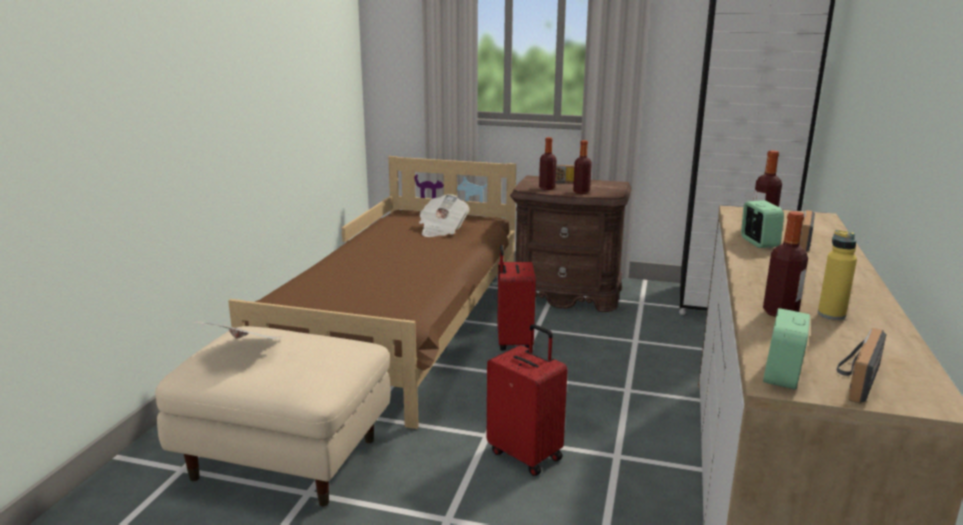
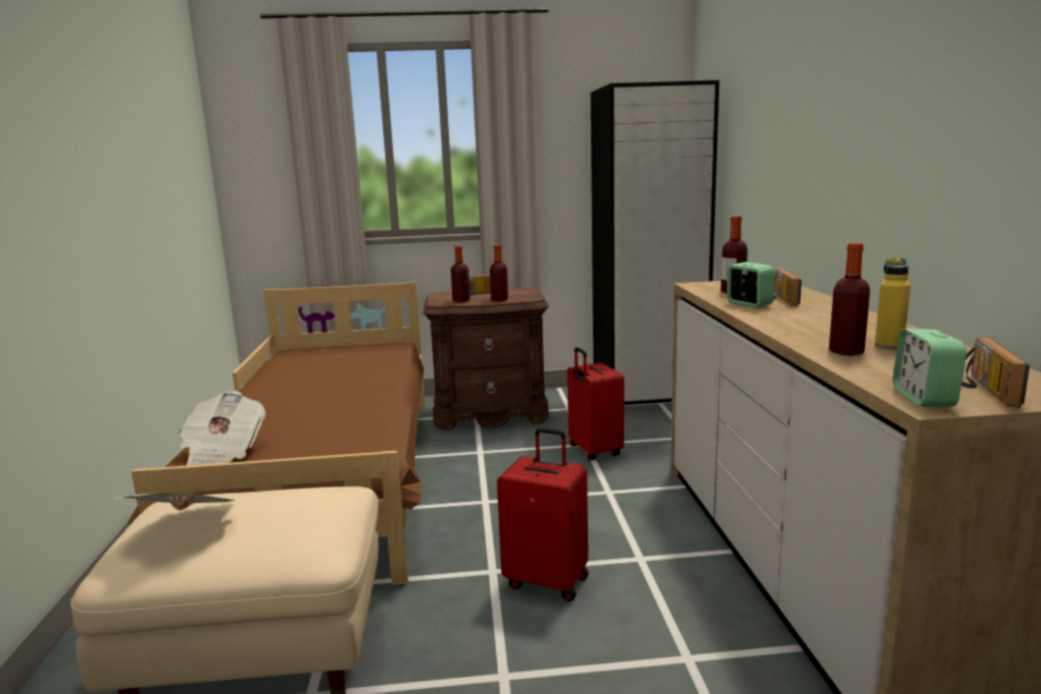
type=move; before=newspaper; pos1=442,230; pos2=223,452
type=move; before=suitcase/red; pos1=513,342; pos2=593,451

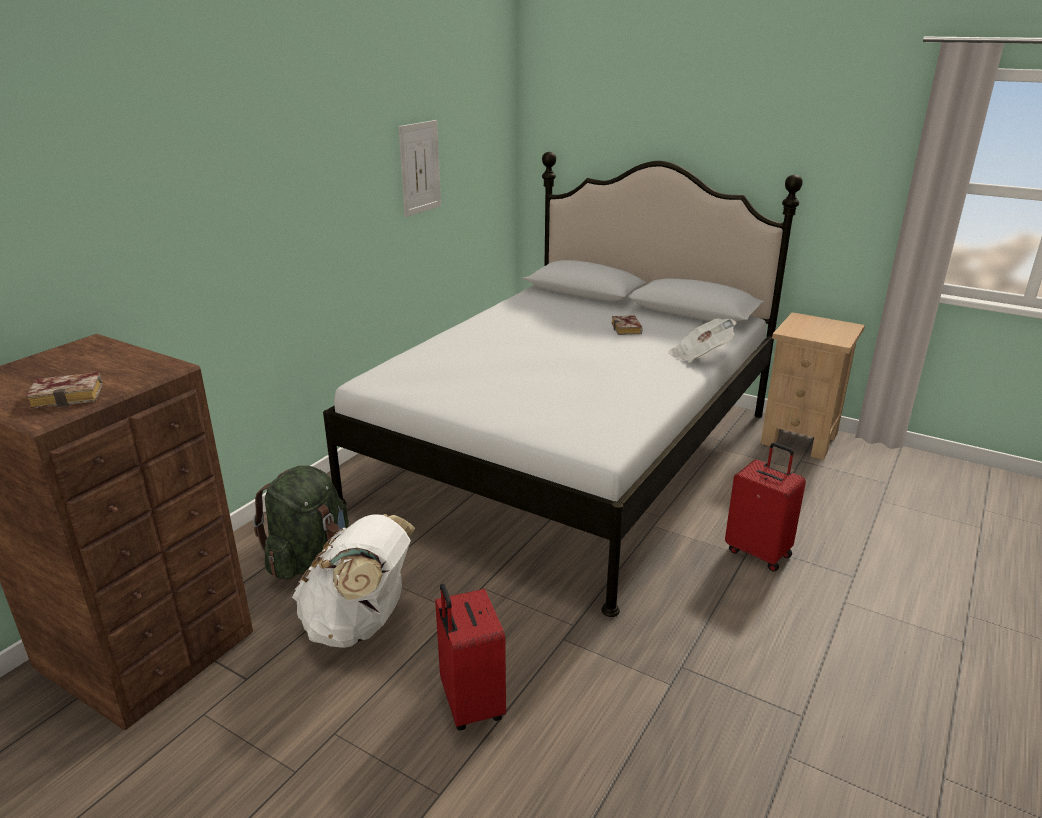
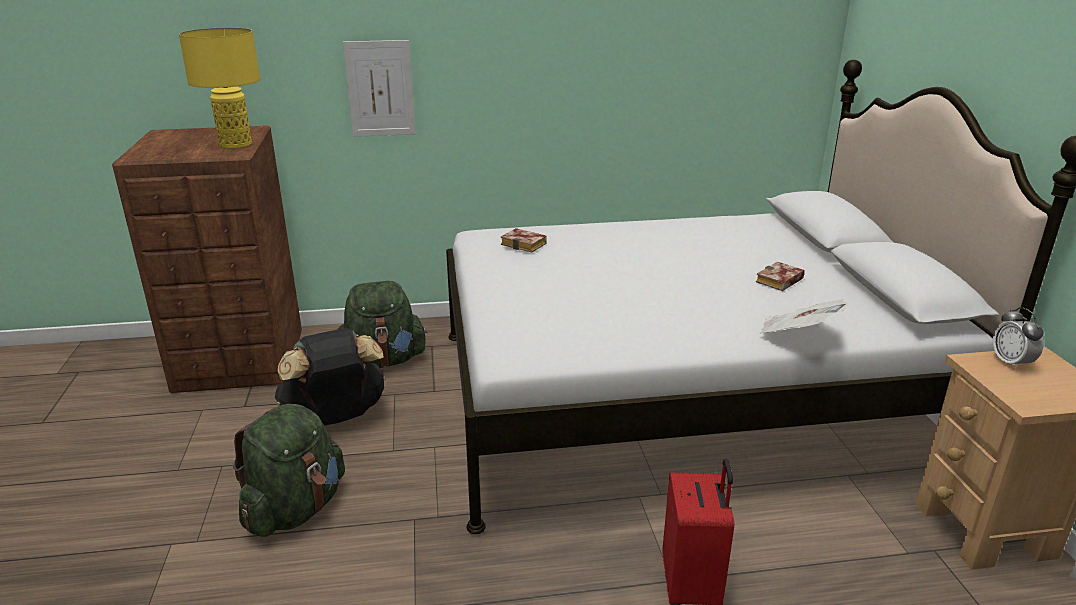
type=insert; after=table lamp/yellow; pos2=235,144
type=insert; after=alarm clock; pos2=1011,363
type=move; before=book; pos1=71,395; pos2=525,244
type=move; before=picture; pos1=420,168; pos2=380,89
type=replace; before=suitcase/red; after=backpack/green; pos1=469,704; pos2=296,509
type=recolor; before=backpack/white; after=backpack/black; pos1=360,624; pos2=336,417

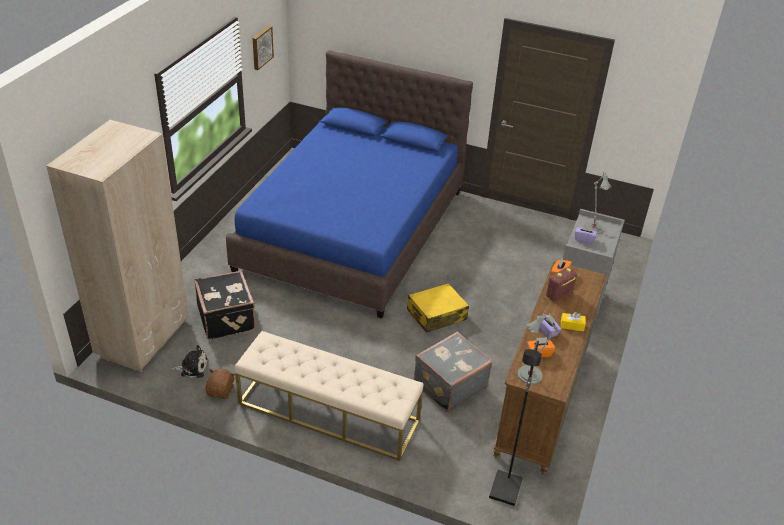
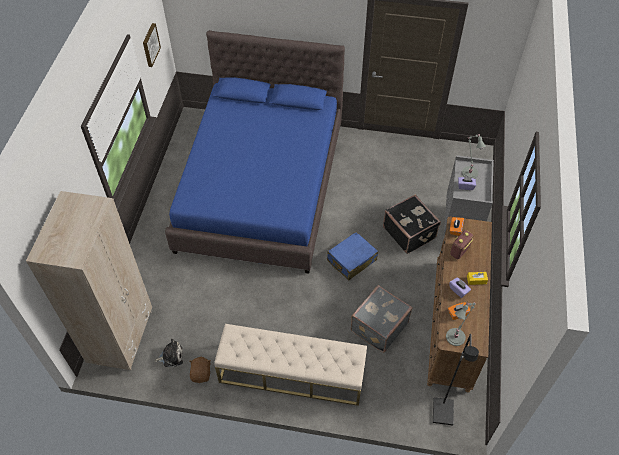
type=move; before=suitcase/black; pos1=227,318; pos2=409,232
type=recolor; before=suitcase/yellow; after=suitcase/blue; pos1=436,315; pos2=351,260

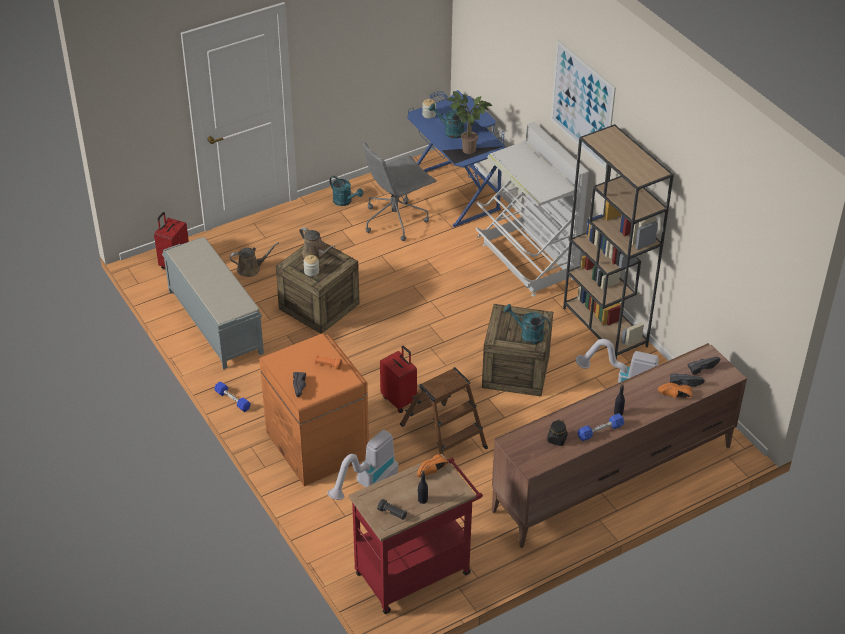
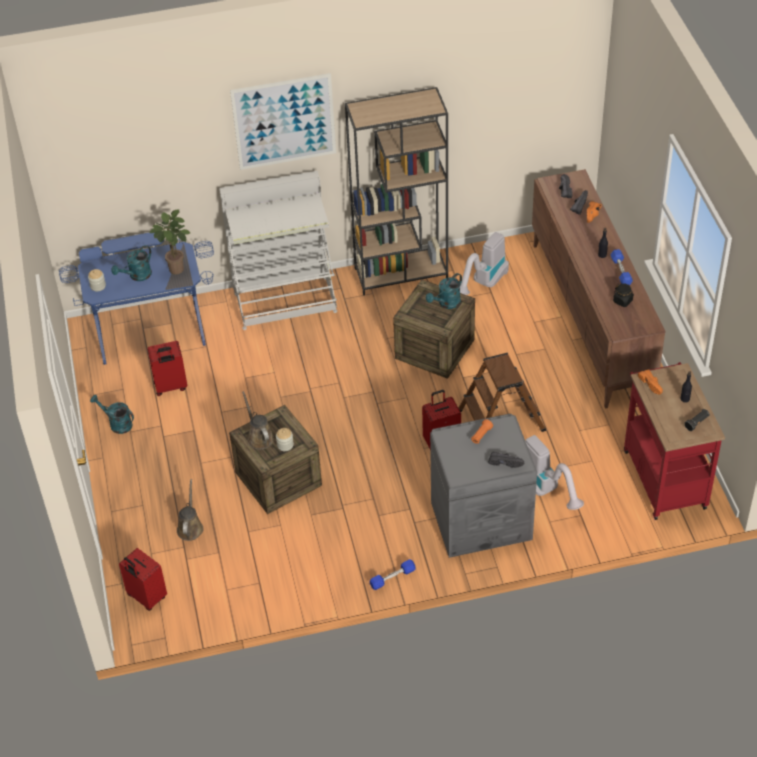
type=delete; before=bench/grey; pos1=214,321
type=replace; before=office chair/grey; after=suitcase/red; pos1=397,220; pos2=170,387
type=recolor; before=washing machine/orange; after=washing machine/grey; pos1=318,443; pos2=478,517
type=rotate; before=watering can/brown; pos1=315,254; pos2=259,437; turn=-90
type=rotate; before=watering can/turquoise; pos1=345,201; pos2=117,424; turn=-120

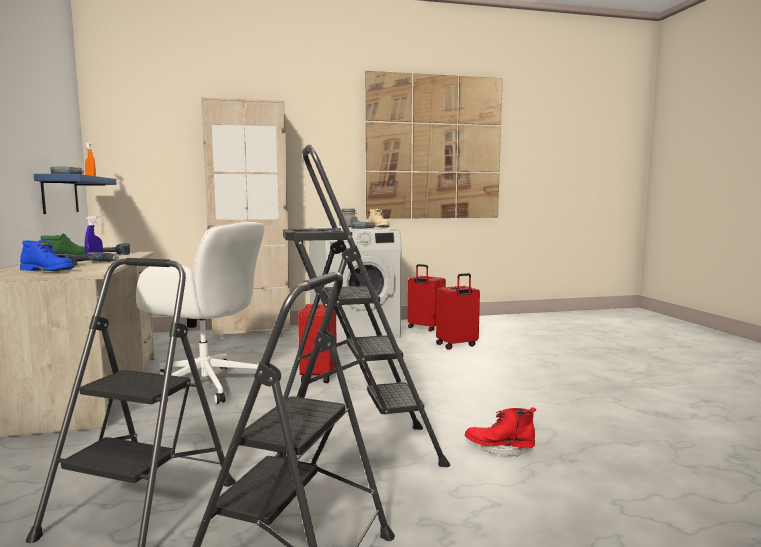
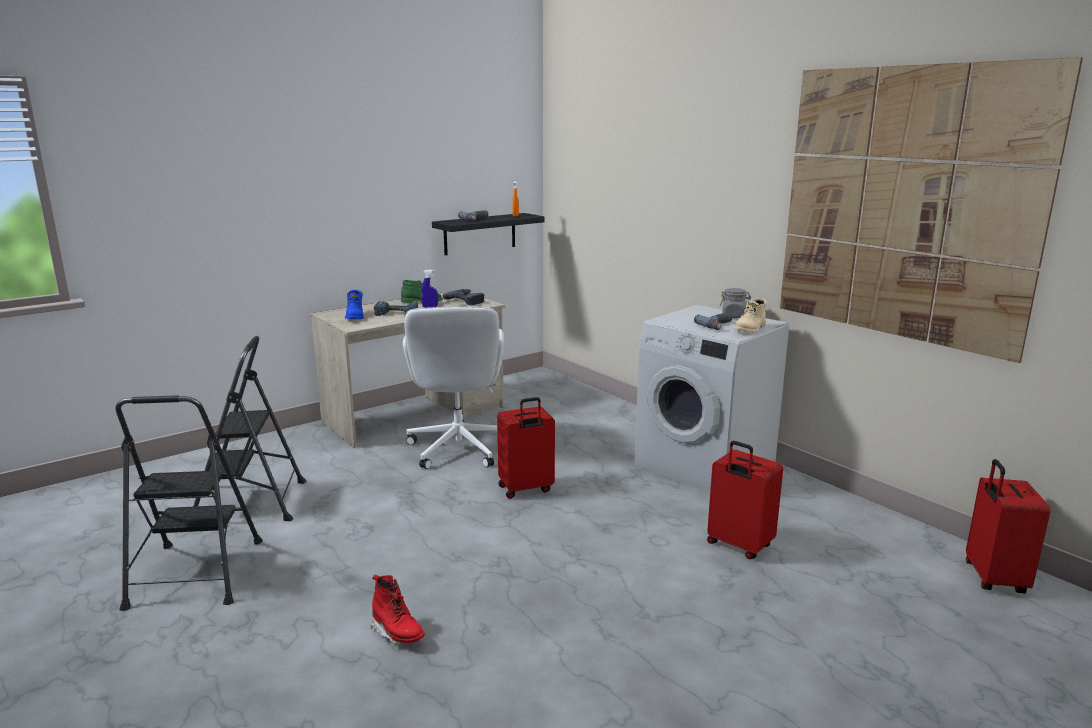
type=delete; before=cabinet/beige; pos1=253,333
type=delete; before=step ladder; pos1=351,454
type=move; before=suitcase/red; pos1=425,328; pos2=992,578
type=recolor; before=shelf/blue; after=shelf/black; pos1=60,194; pos2=480,234
type=rotate; before=boot/red; pos1=499,449; pos2=398,633; turn=150

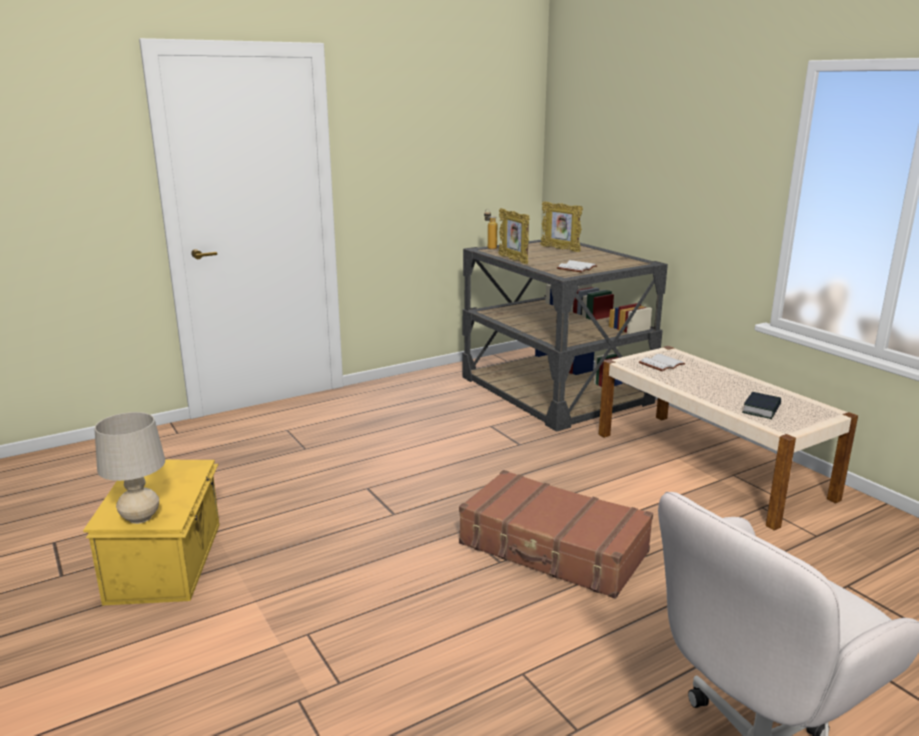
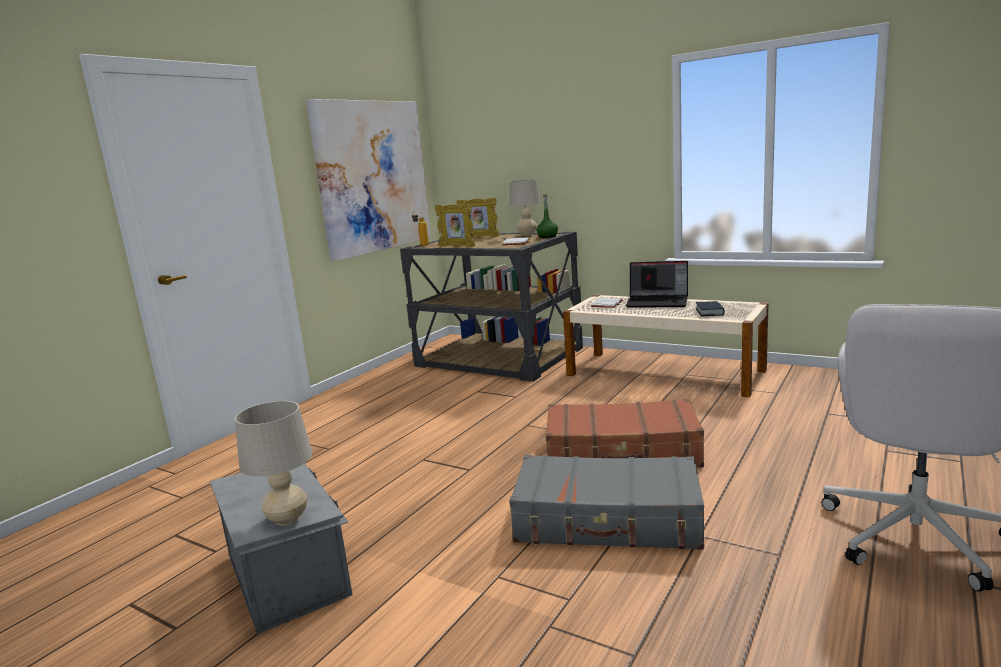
type=insert; after=picture; pos2=372,177
type=insert; after=table lamp/beige; pos2=527,235
type=insert; after=suitcase/grey; pos2=608,520
type=insert; after=bottle/green; pos2=547,237
type=insert; after=laptop; pos2=658,302
type=recolor; before=storage box/yellow; after=storage box/grey; pos1=168,561; pos2=289,573

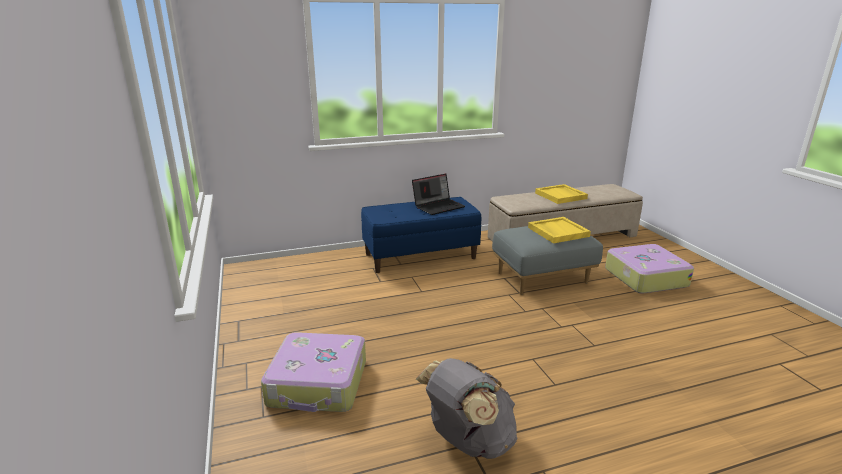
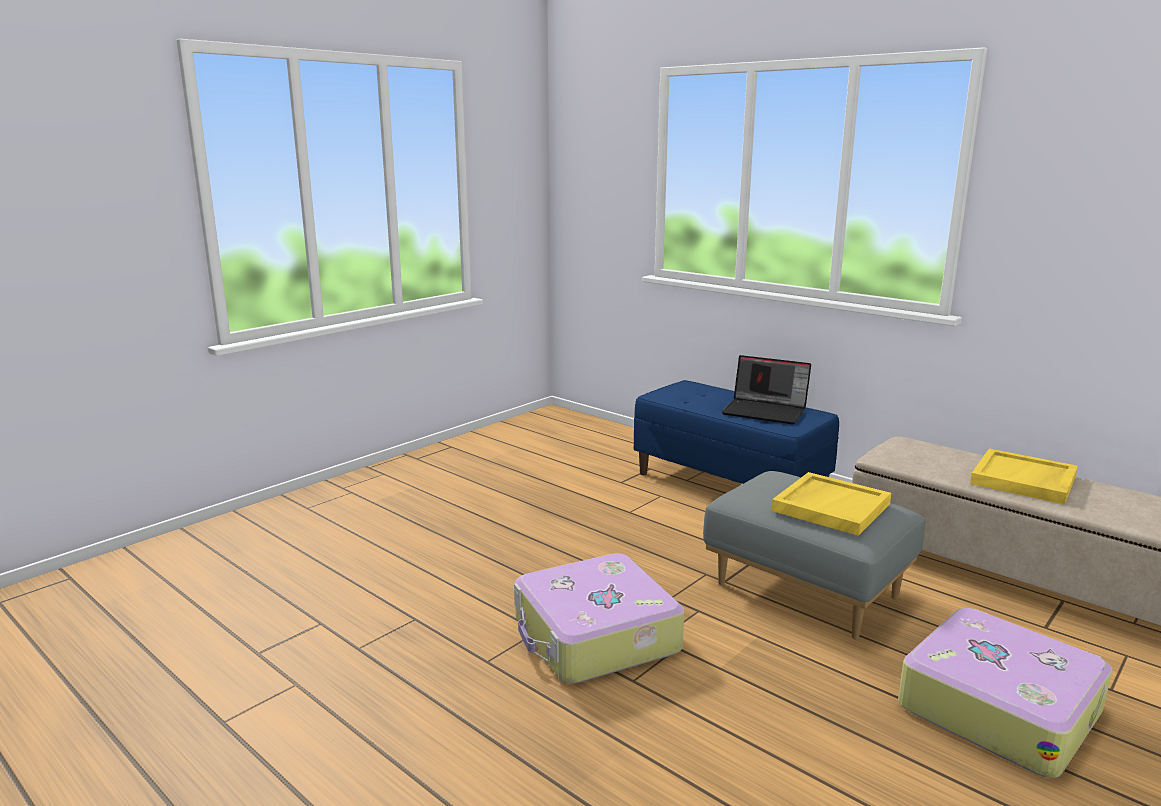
type=delete; before=backpack/grey; pos1=468,441
type=move; before=suitcase; pos1=318,384; pos2=595,636

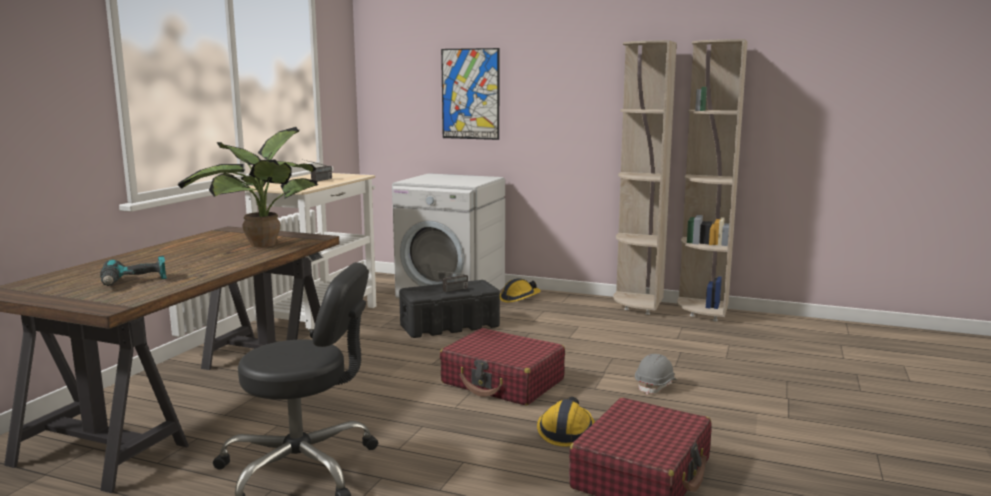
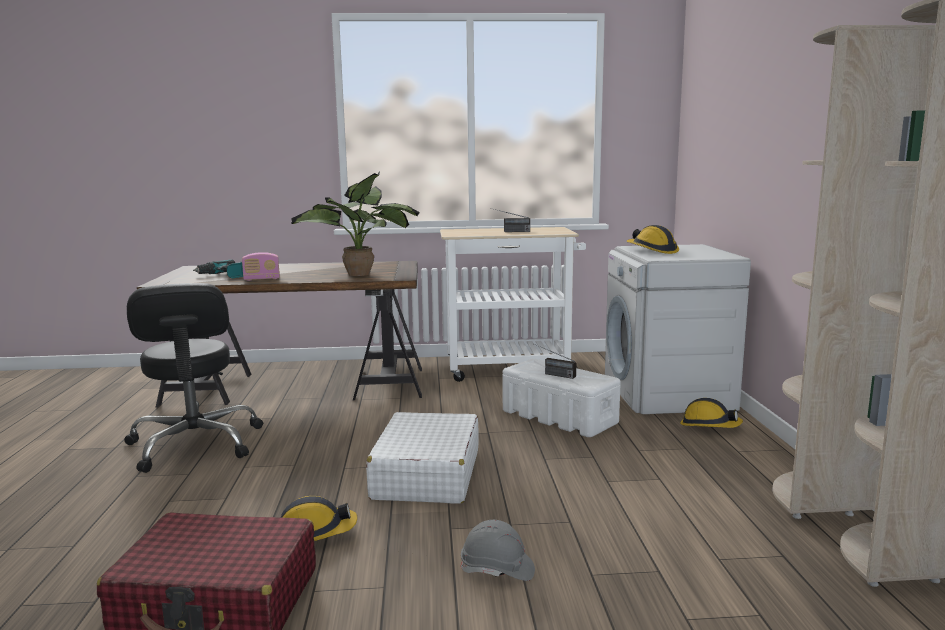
type=delete; before=picture; pos1=470,94
type=insert; after=radio; pos2=262,279
type=insert; after=hard hat; pos2=652,251
type=recolor; before=storage box/black; after=storage box/white; pos1=450,326; pos2=560,417
type=recolor; before=suitcase/red; after=suitcase/white; pos1=503,382; pos2=426,475

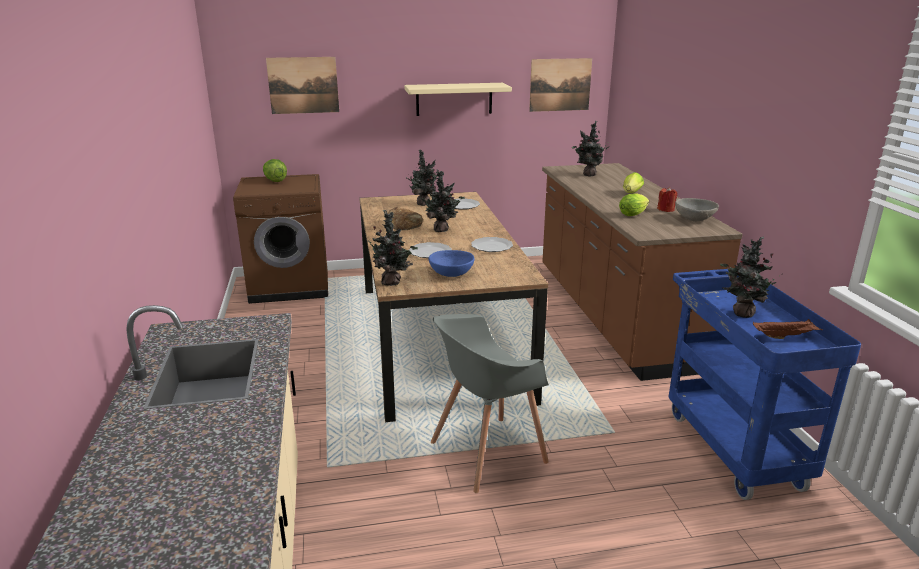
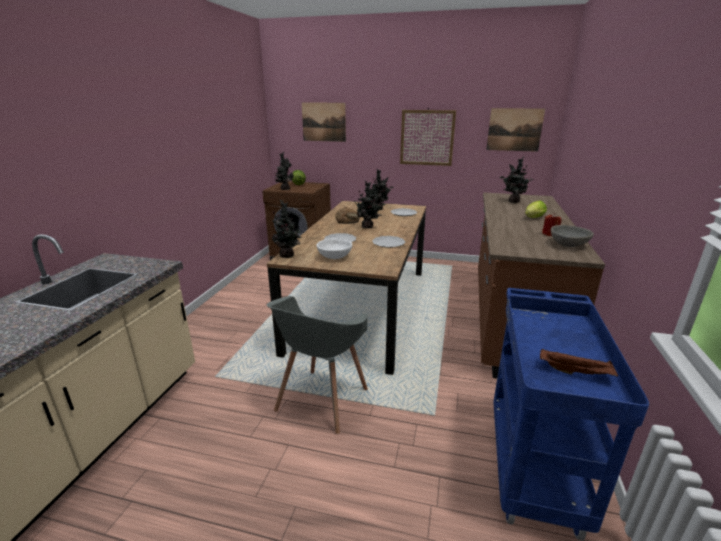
type=delete; before=lettuce; pos1=634,214
type=move; before=potted plant; pos1=741,313; pos2=284,189
type=replace; before=shelf/beige; after=picture; pos1=454,99; pos2=427,137
type=recolor; before=bowl/blue; after=bowl/white; pos1=452,273; pos2=335,257
type=rotate; before=chair/grey; pos1=487,454; pos2=322,401; turn=-60

